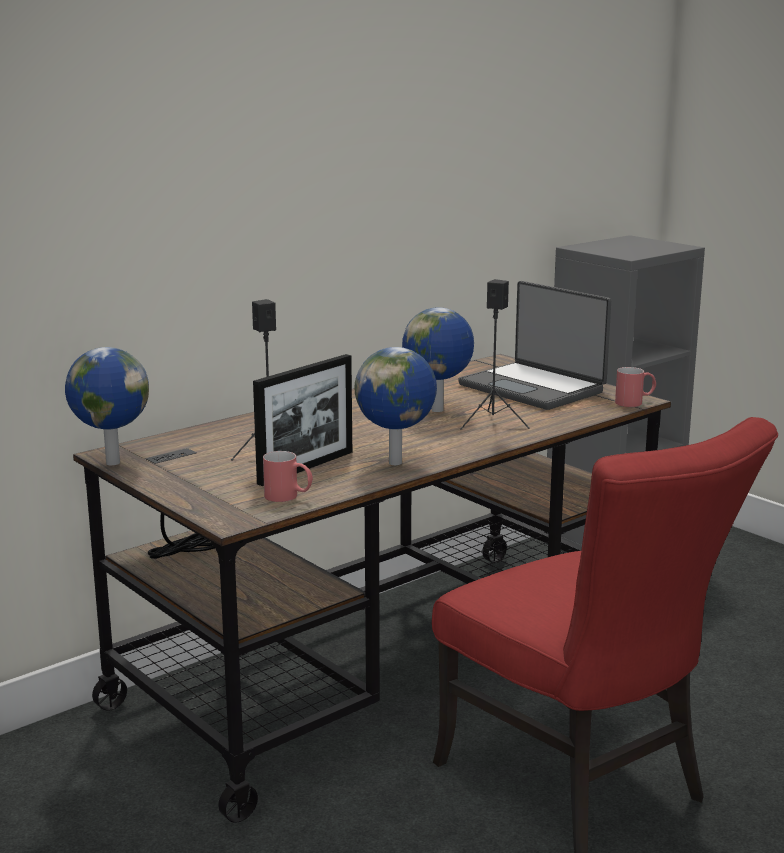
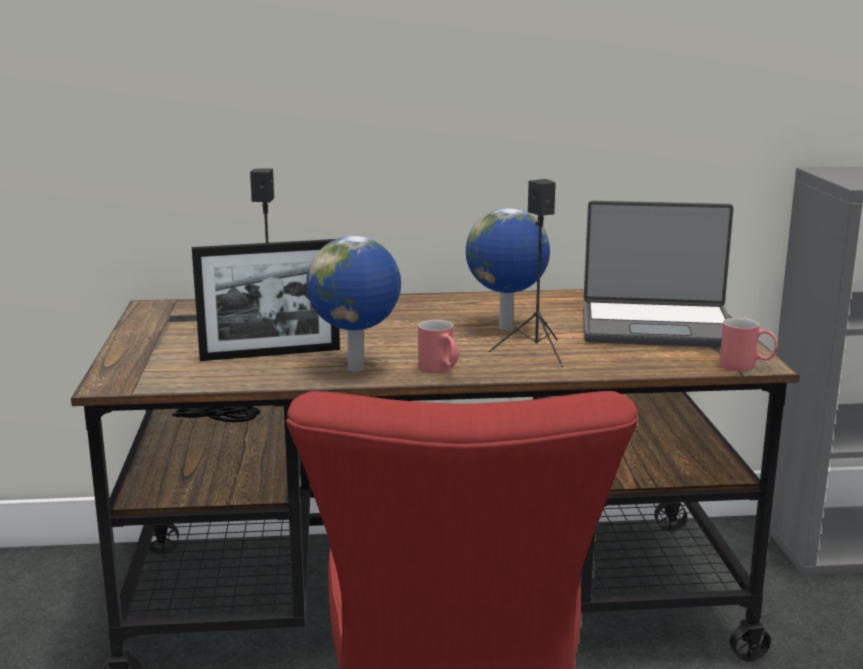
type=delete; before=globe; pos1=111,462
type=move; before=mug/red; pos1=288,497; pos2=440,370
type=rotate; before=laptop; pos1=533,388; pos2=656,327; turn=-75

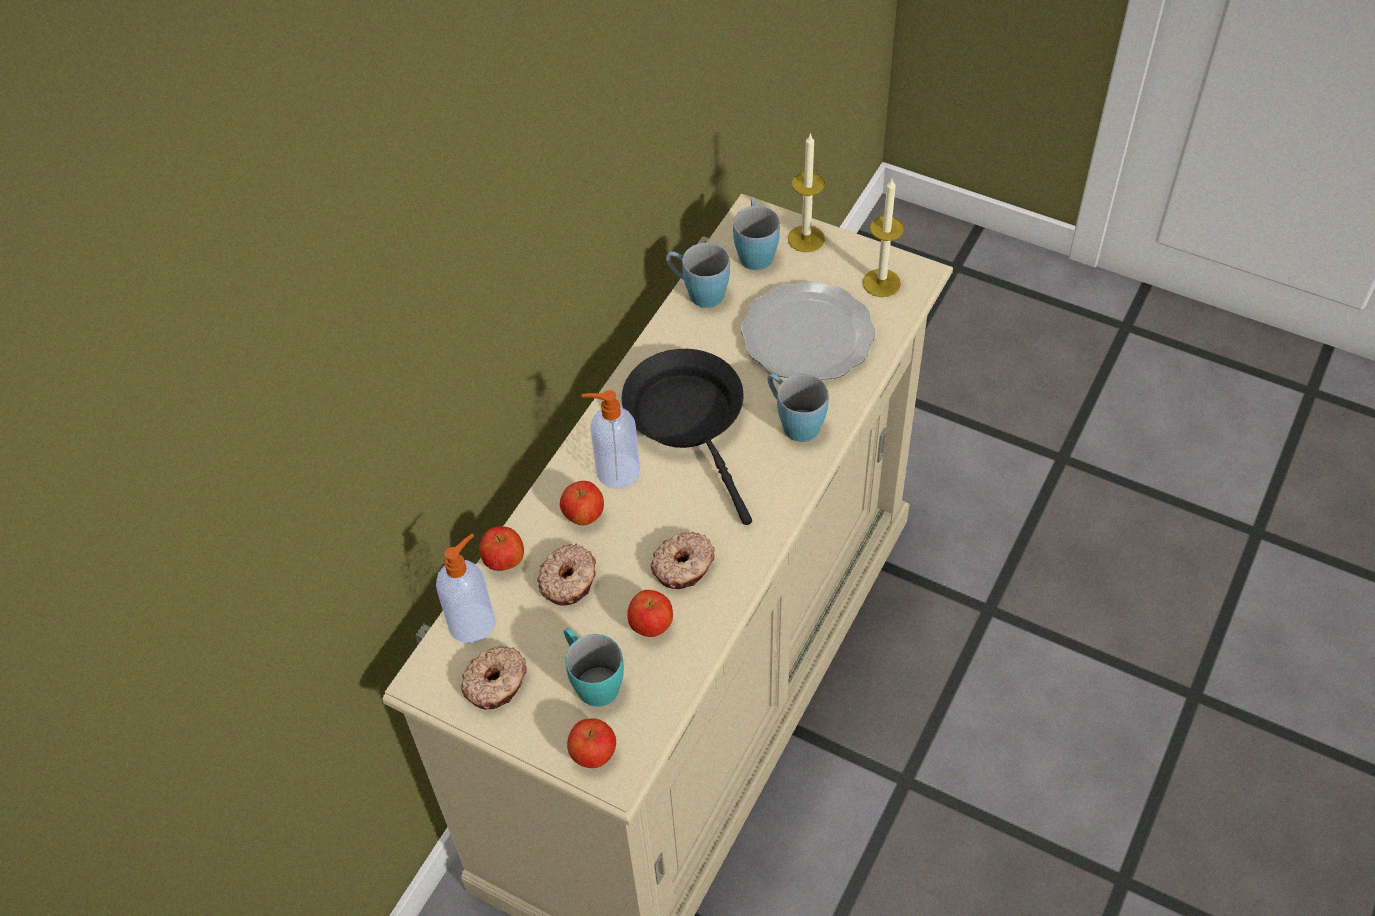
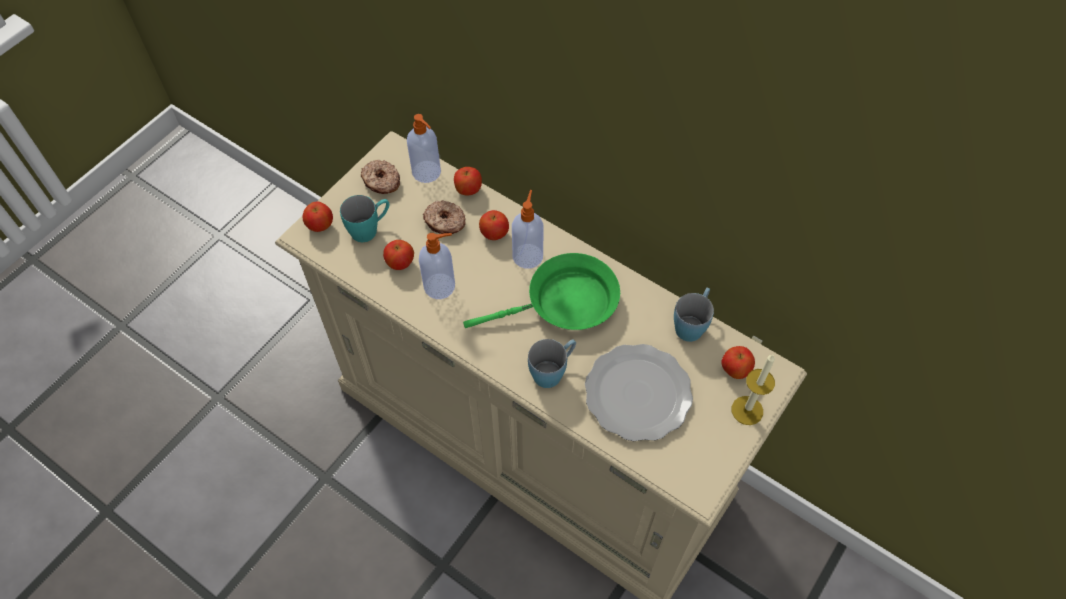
type=delete; before=candle; pos1=881,283
type=replace; before=donut; after=soap dispenser; pos1=684,566; pos2=441,286
type=replace; before=mug/blue; after=apple; pos1=755,251; pos2=735,370
type=recolor; before=frying pan/black; after=frying pan/green; pos1=689,420; pos2=565,303

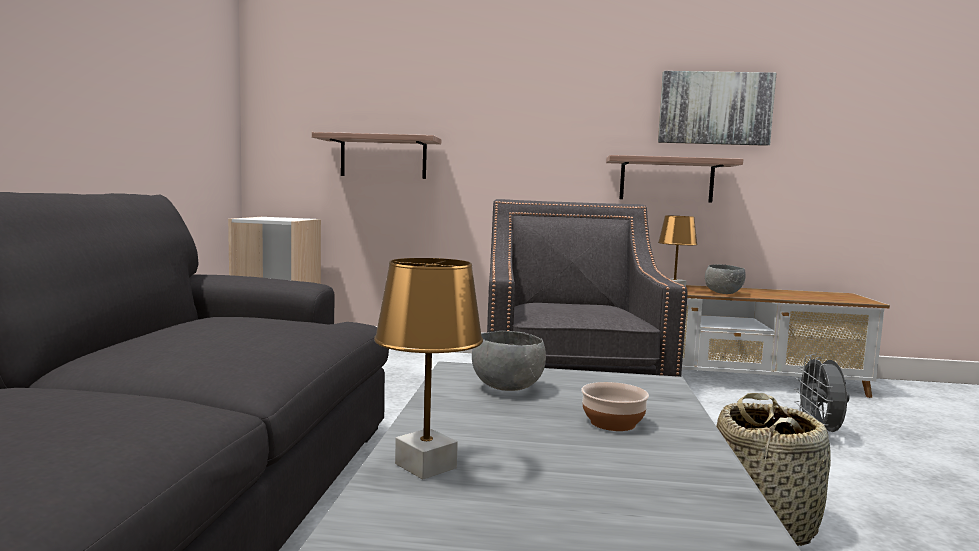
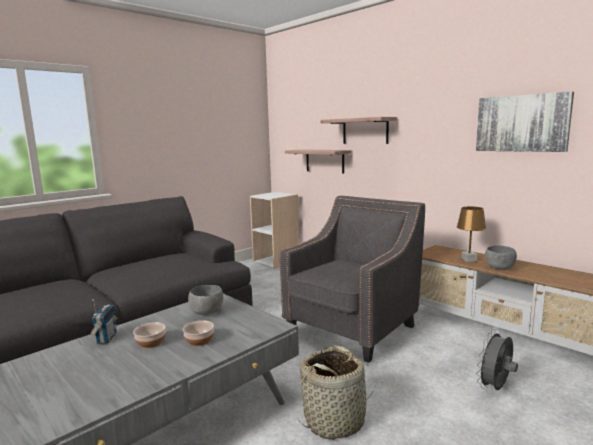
type=insert; after=bowl; pos2=151,342
type=move; before=shelf; pos1=666,180; pos2=365,131
type=replace; before=table lamp/brown; after=radio; pos1=424,466; pos2=106,338

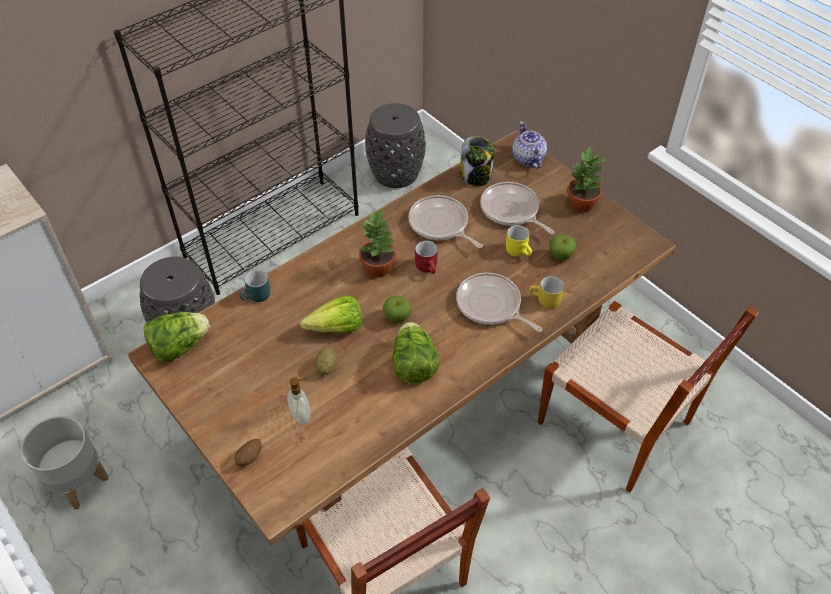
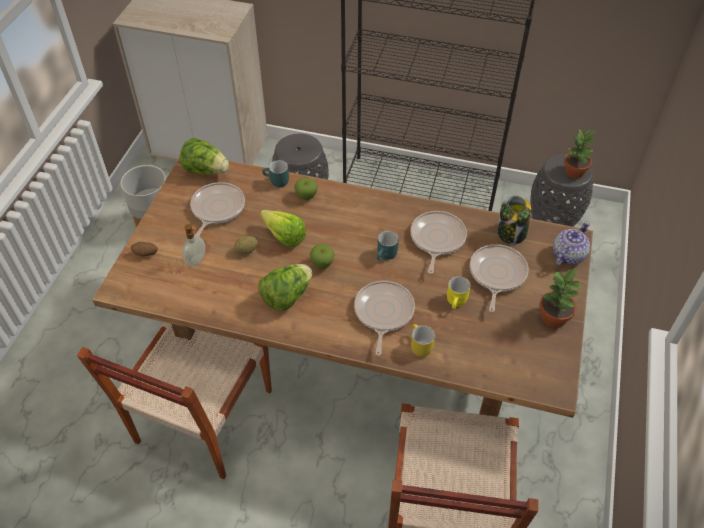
type=insert; after=frying pan; pos2=216,209
type=move; before=potted plant; pos1=379,267; pos2=575,172
type=move; before=apple; pos1=560,256; pos2=306,196
type=recolor; before=mug/red; after=mug/turquoise; pos1=429,267; pos2=386,256

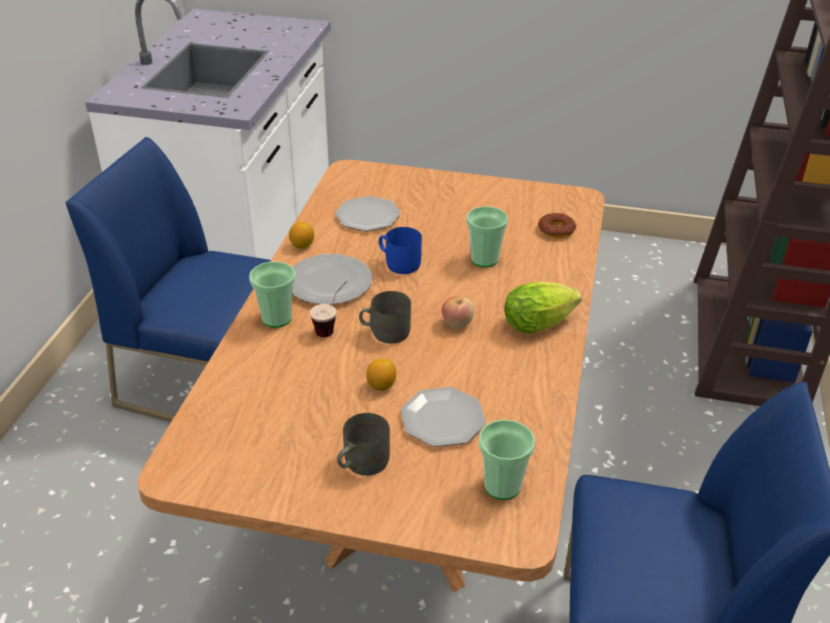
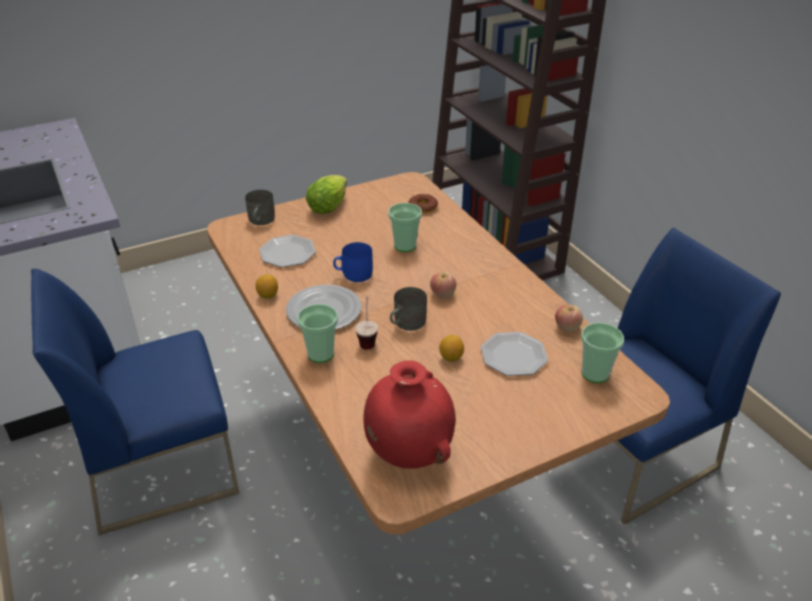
type=insert; after=vase/red; pos2=408,453
type=insert; after=apple; pos2=567,327
type=move; before=mug/grey; pos1=361,463; pos2=260,220
type=move; before=lettuce; pos1=542,323; pos2=330,206

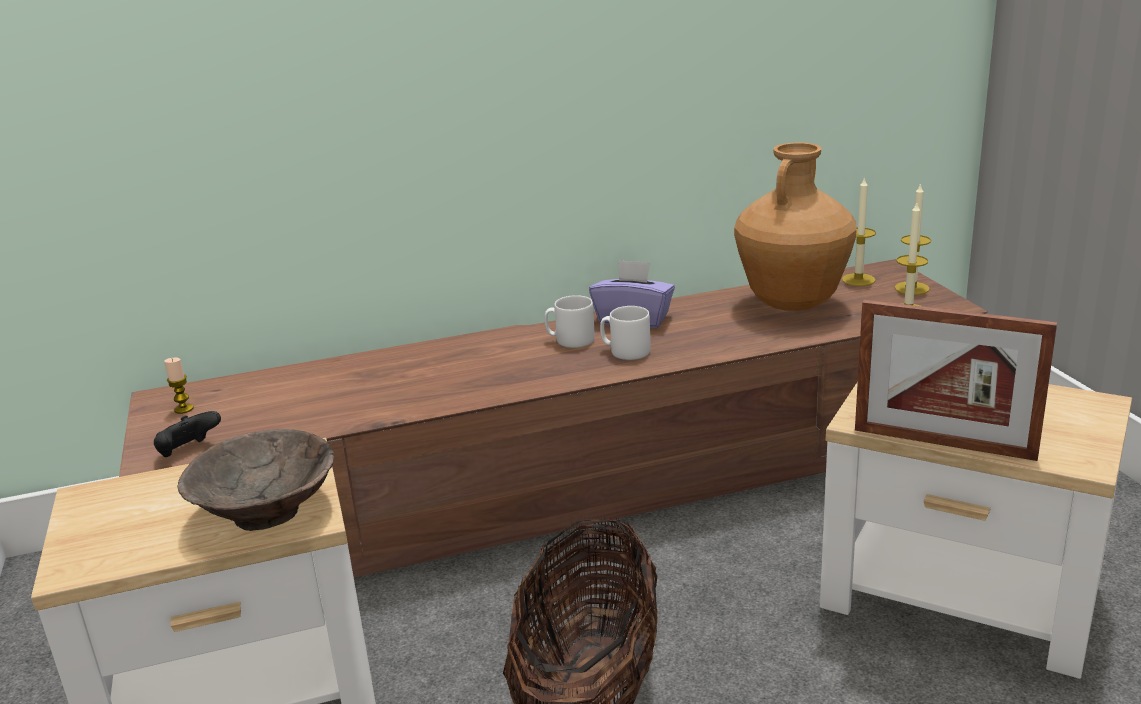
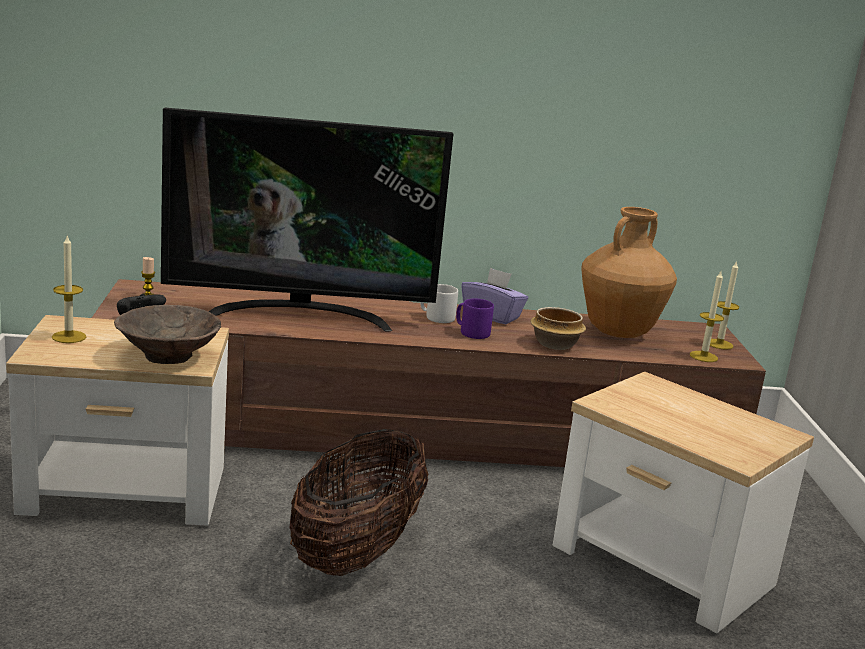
type=delete; before=picture frame; pos1=943,443
type=insert; after=television; pos2=299,314
type=insert; after=bowl; pos2=554,344
type=move; before=candle; pos1=858,280; pos2=69,337
type=recolor; before=mug/white; after=mug/purple; pos1=625,351; pos2=471,332

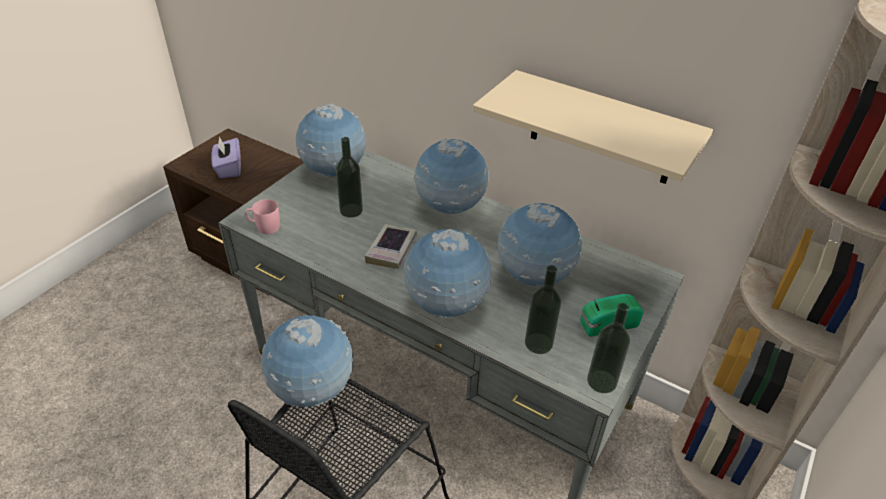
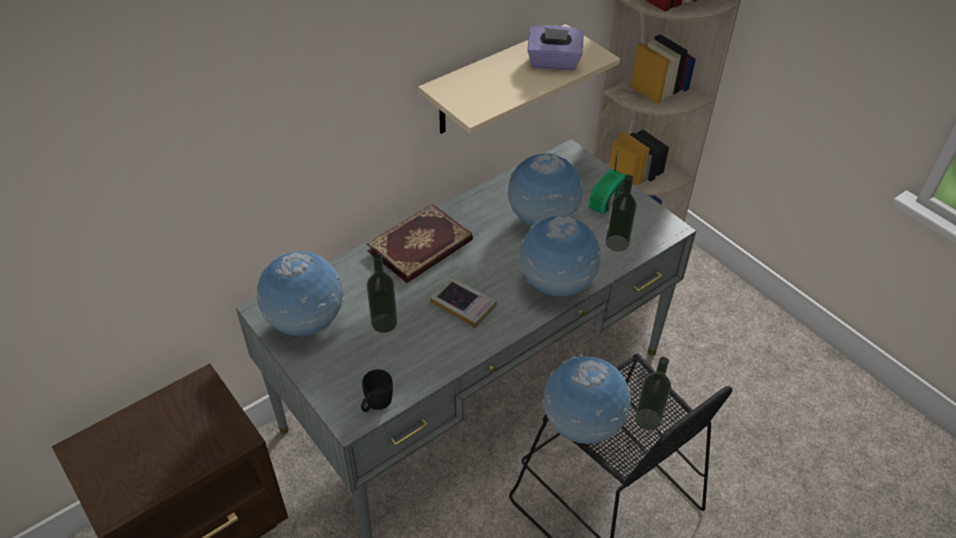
type=move; before=tissue box/purple; pos1=229,168; pos2=553,63
type=move; before=bottle; pos1=601,381; pos2=647,419
type=replace; before=globe; after=book; pos1=450,209; pos2=421,247
type=recolor; before=mug/pink; after=mug/black; pos1=264,227; pos2=375,404
type=rotate; before=radio; pos1=606,324; pos2=608,199; turn=-150

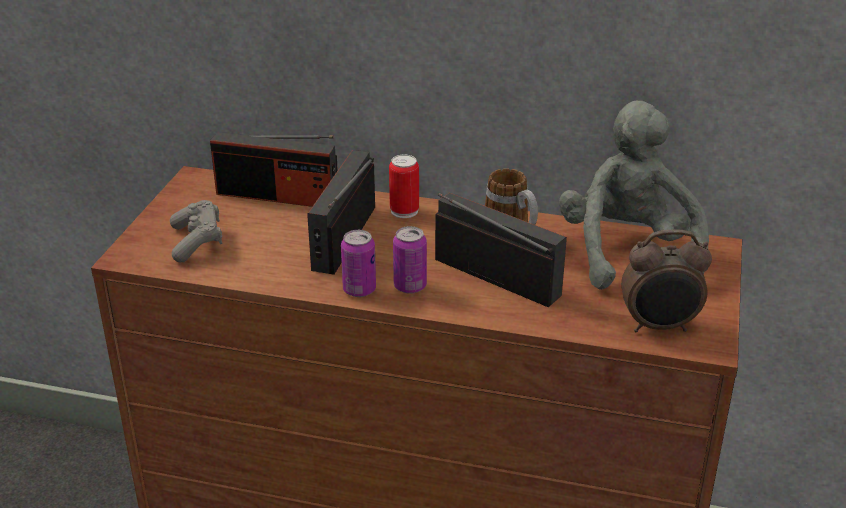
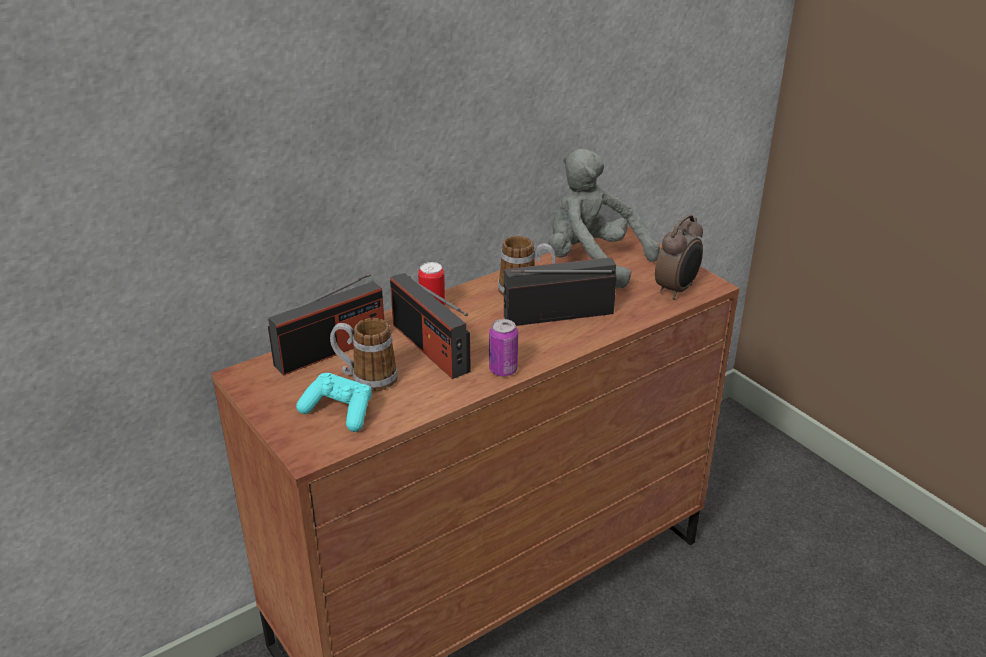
type=delete; before=can; pos1=410,286
type=insert; after=mug; pos2=366,378
type=recolor; before=game controller/grey; after=game controller/turquoise; pos1=197,242; pos2=339,412

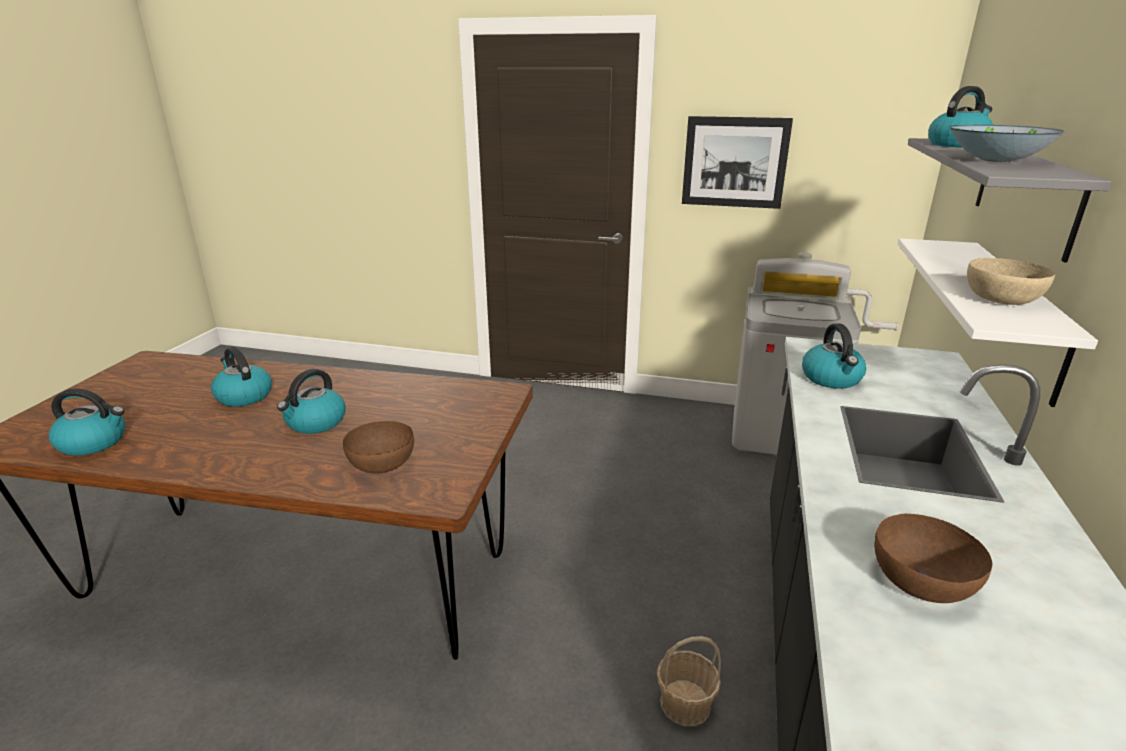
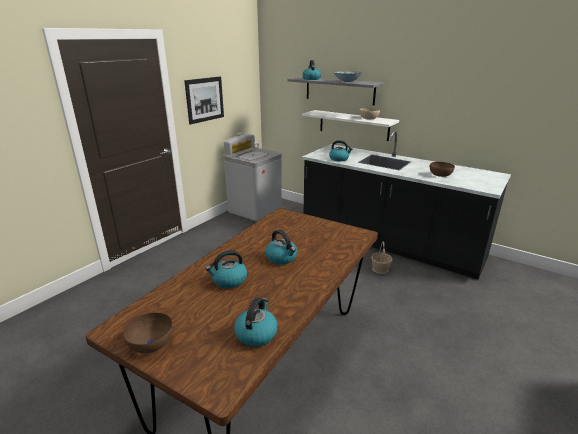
type=move; before=bowl/brown; pos1=381,464; pos2=151,344

